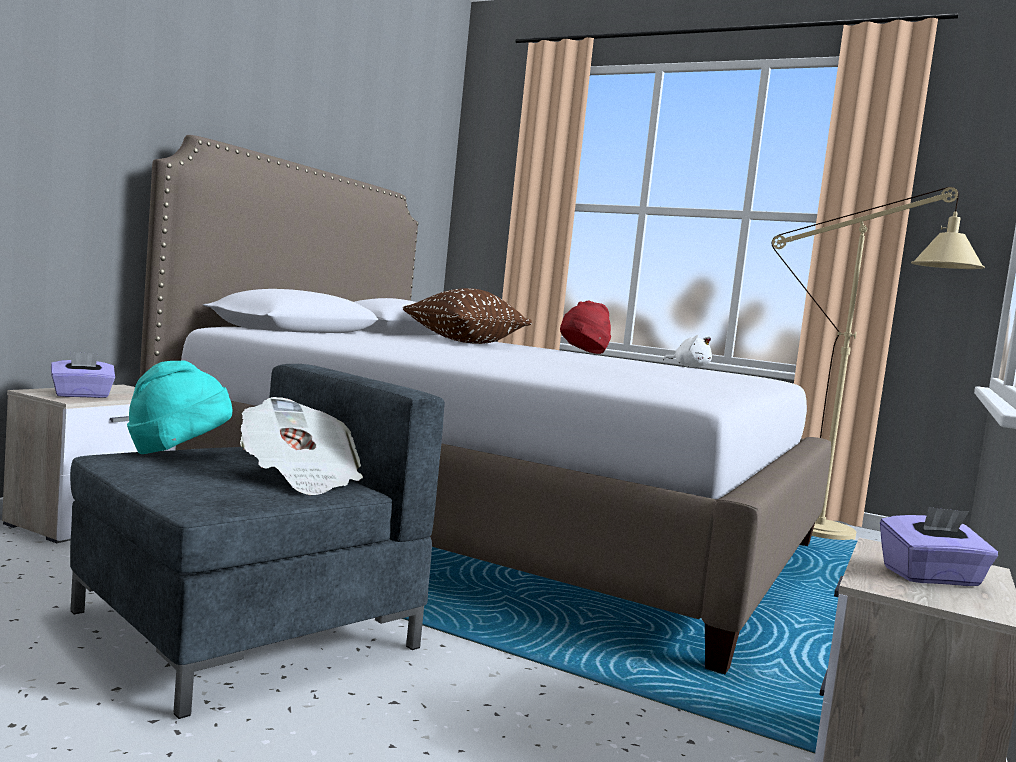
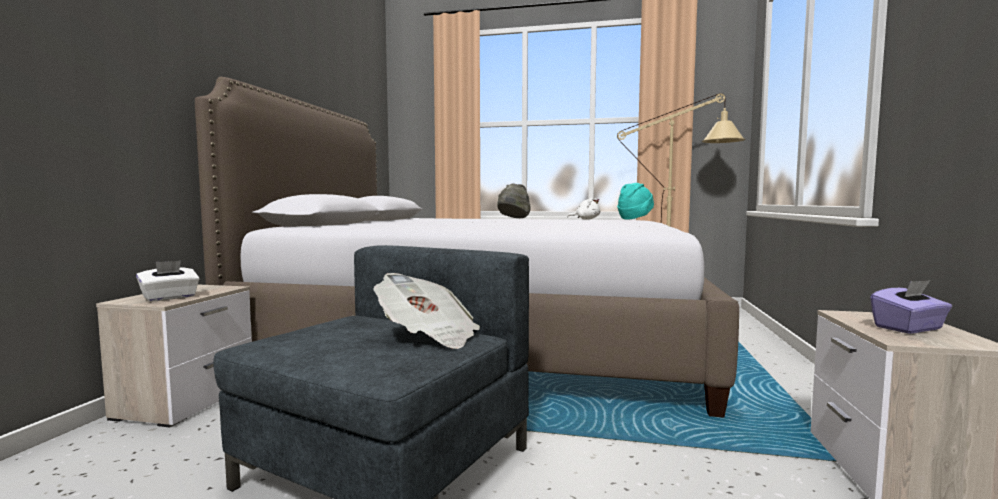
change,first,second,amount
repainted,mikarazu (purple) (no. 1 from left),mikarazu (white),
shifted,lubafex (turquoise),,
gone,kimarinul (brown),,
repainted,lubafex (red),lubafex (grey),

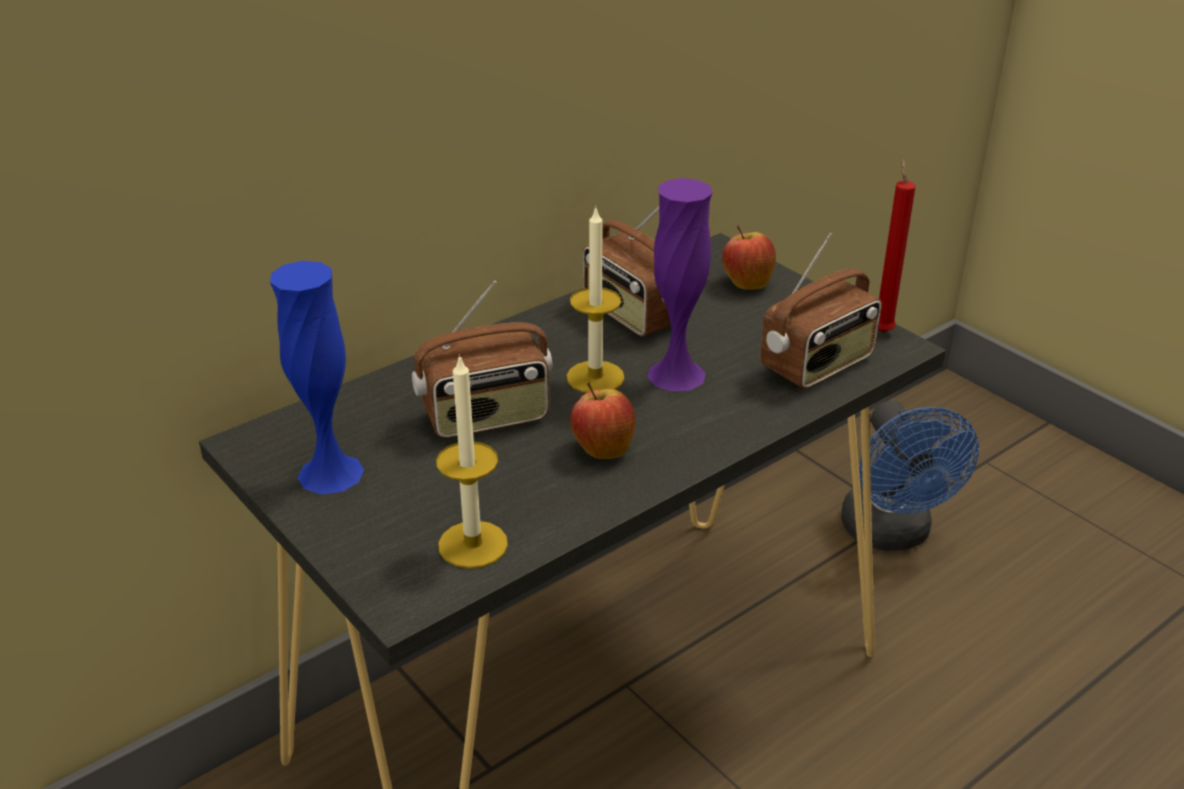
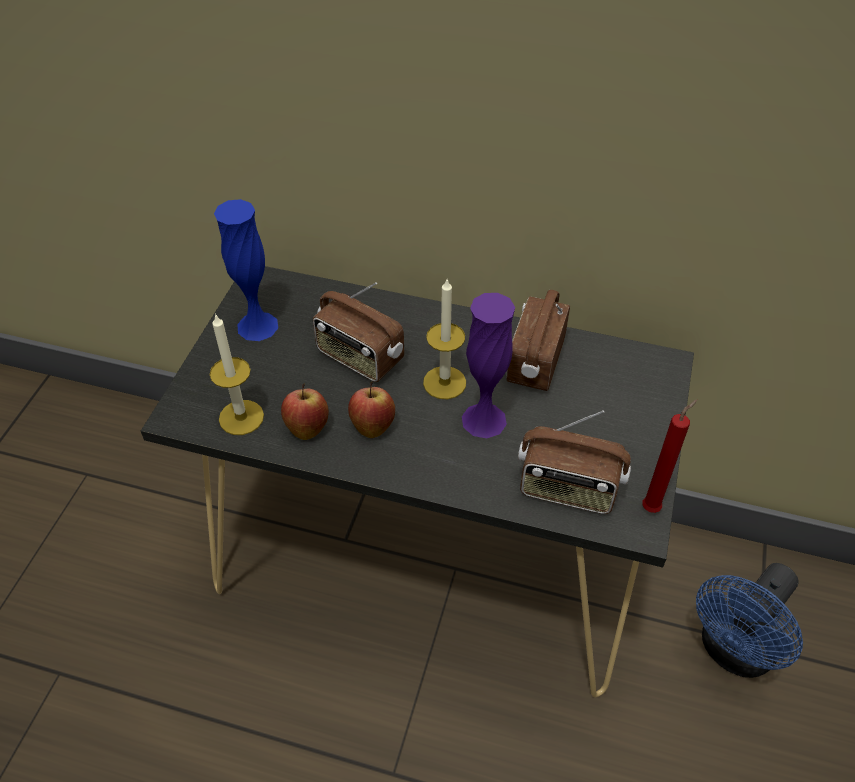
change,first,second,amount
shifted,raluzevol (no. 2 from left in the first image),raluzevol (no. 1 from left),

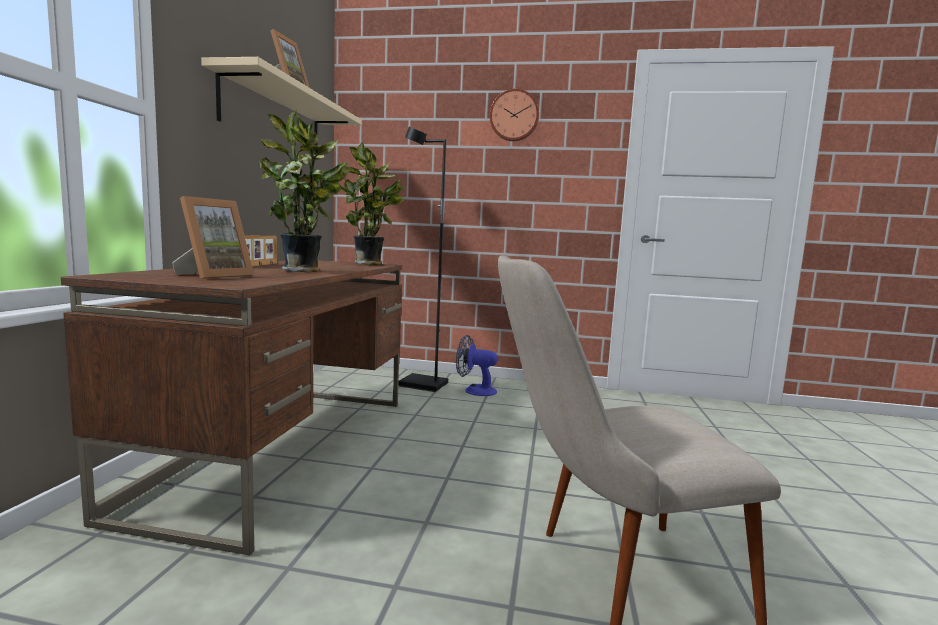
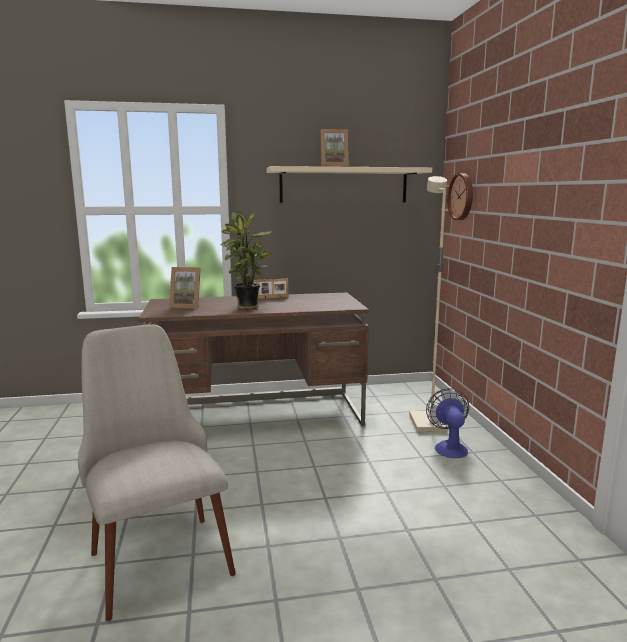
change,first,second,amount
gone,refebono (no. 2 from left),,
repainted,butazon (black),butazon (beige),
shifted,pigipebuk,,

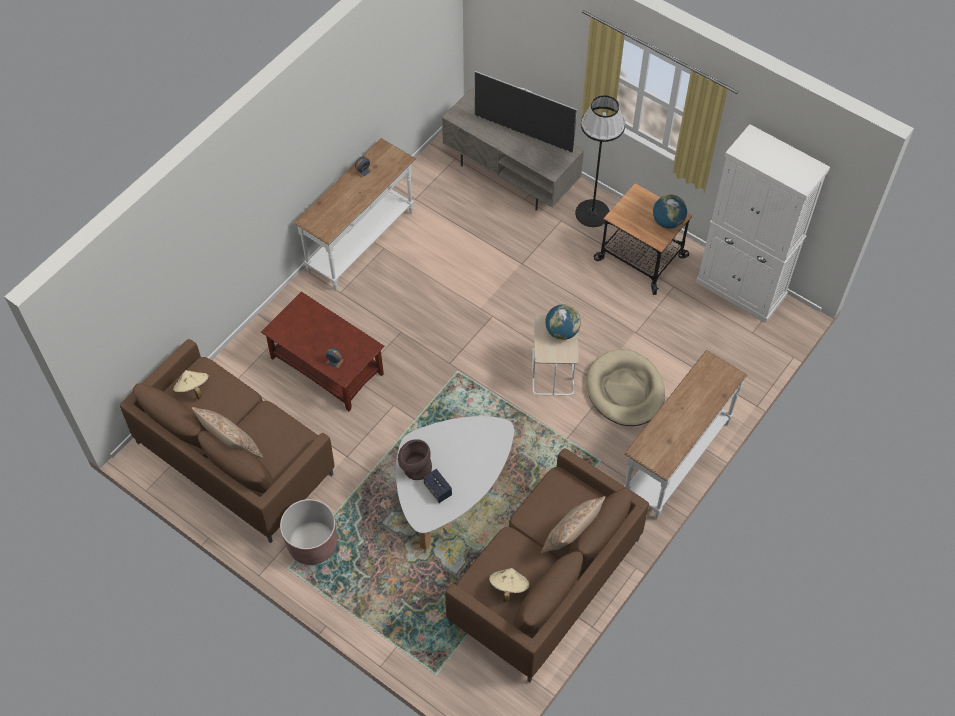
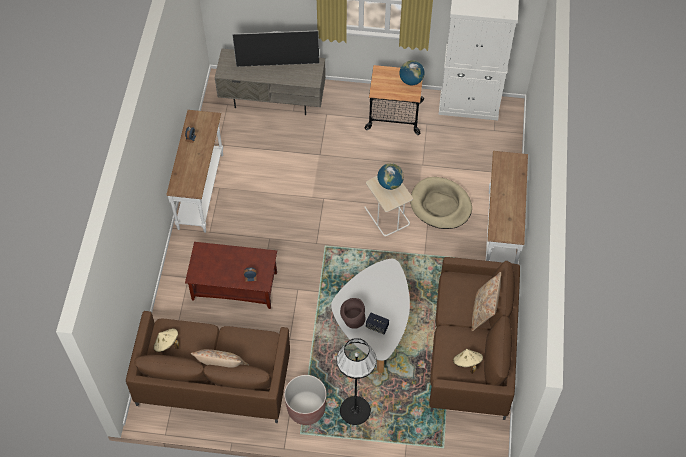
change,first,second,amount
shifted,butazon (black),,

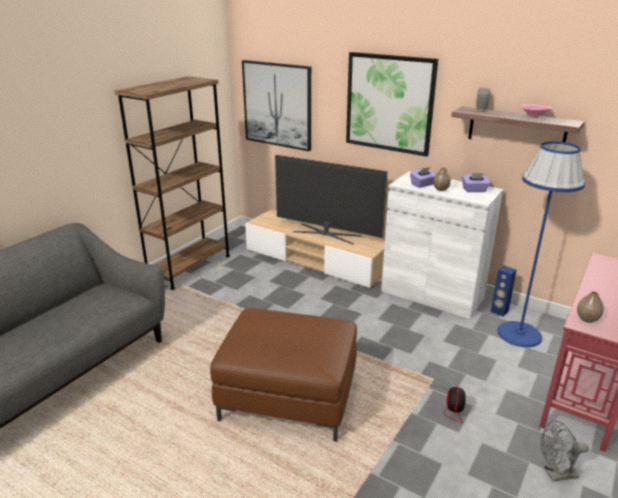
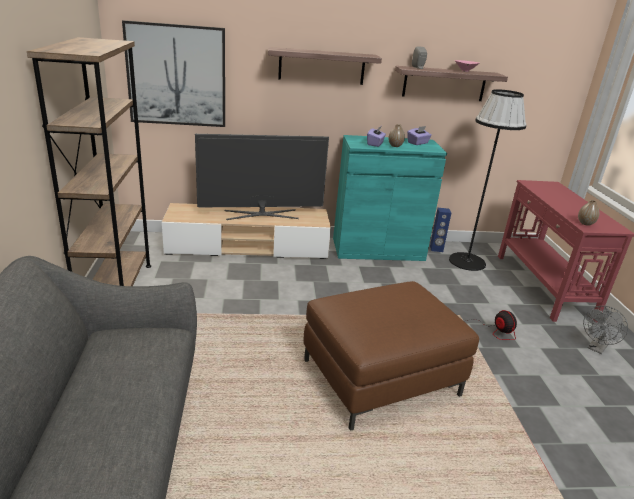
change,first,second,amount
swapped,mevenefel (no. 2 from left),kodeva (no. 1 from left),
repainted,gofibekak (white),gofibekak (turquoise),
repainted,butazon (blue),butazon (black),

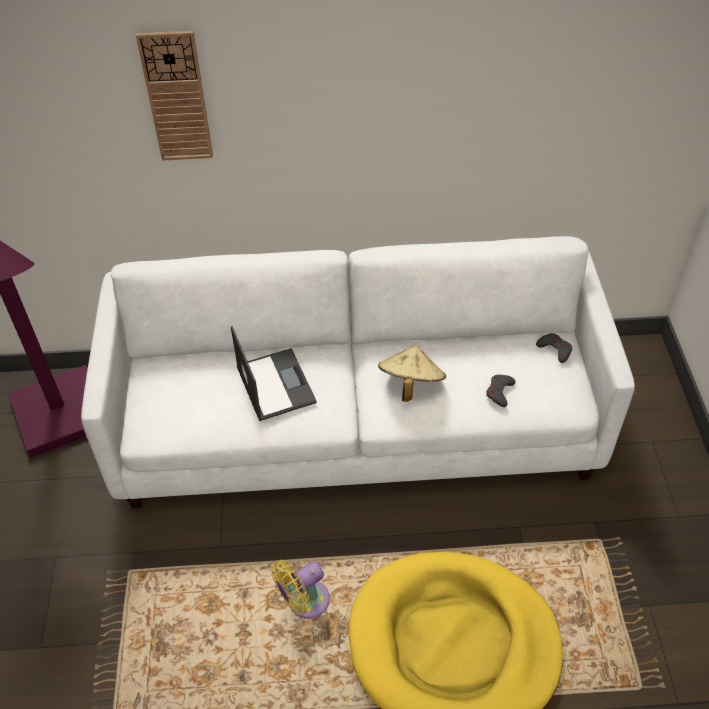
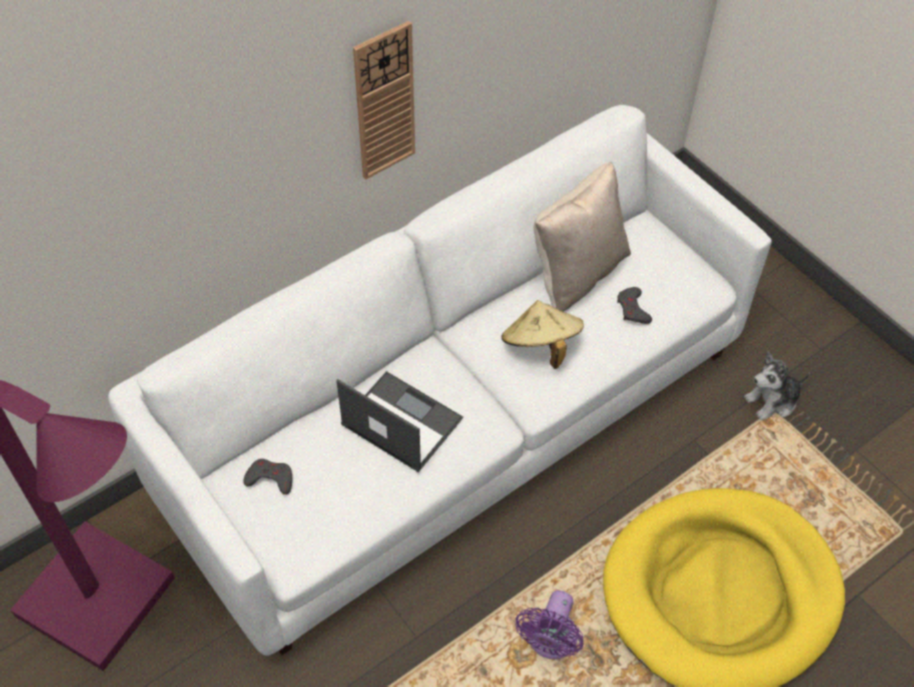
change,first,second,amount
shifted,pigipebuk,,
repainted,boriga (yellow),boriga (purple),
shifted,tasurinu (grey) (no. 2 from left in the first image),tasurinu (grey) (no. 1 from left),
new,,kimarinul (beige),
new,,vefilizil,

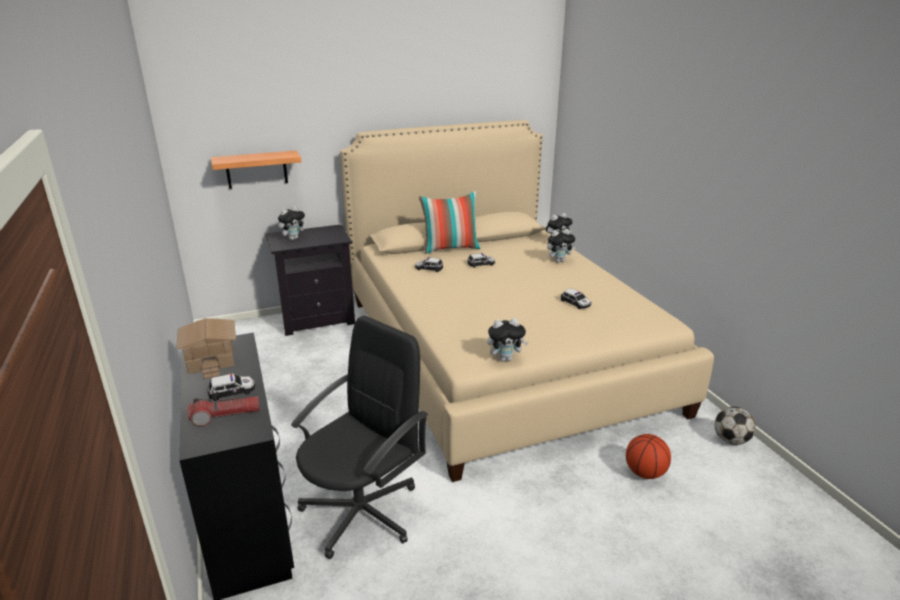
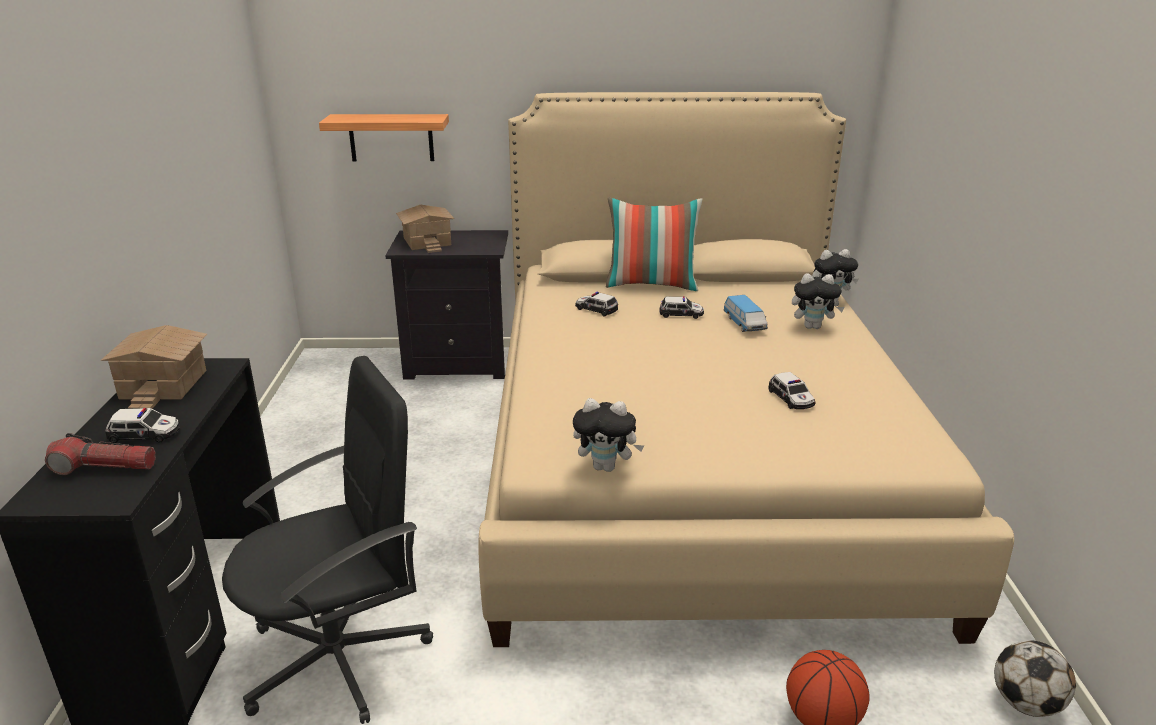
change,first,second,amount
swapped,vefilizil (no. 1 from left),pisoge (no. 2 from left),
new,,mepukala (no. 4 from left),

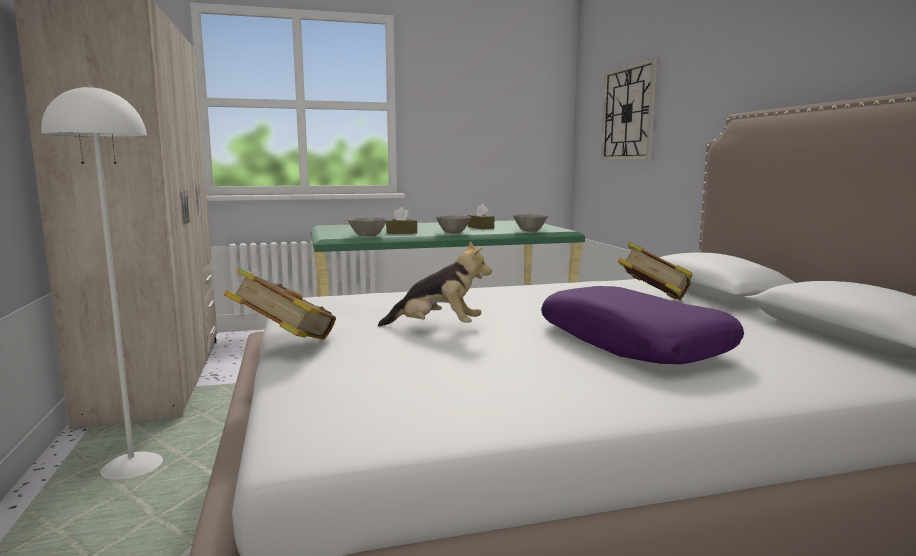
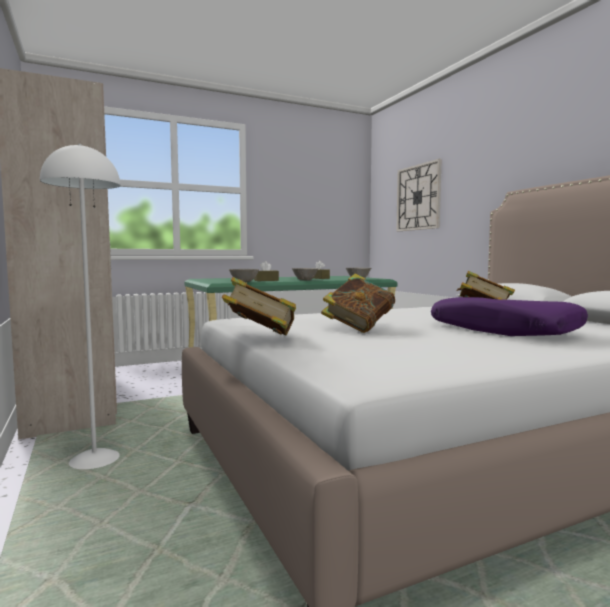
change,first,second,amount
swapped,vefilizil,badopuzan (no. 2 from left),

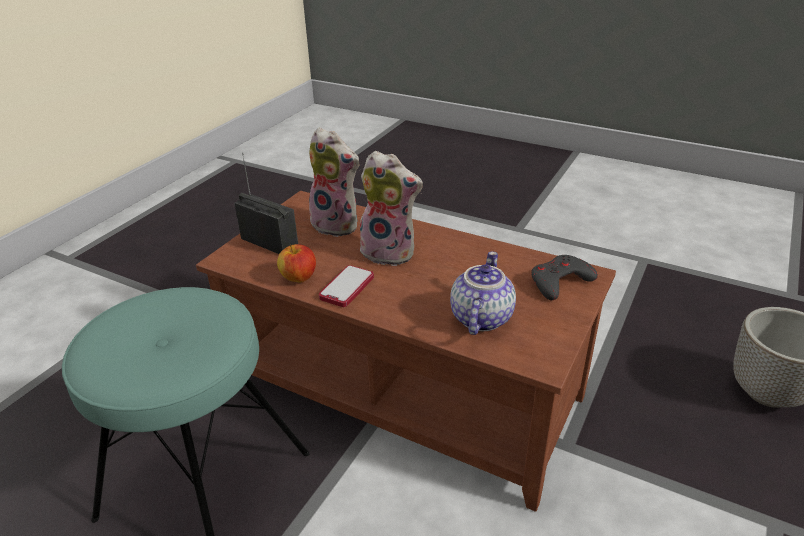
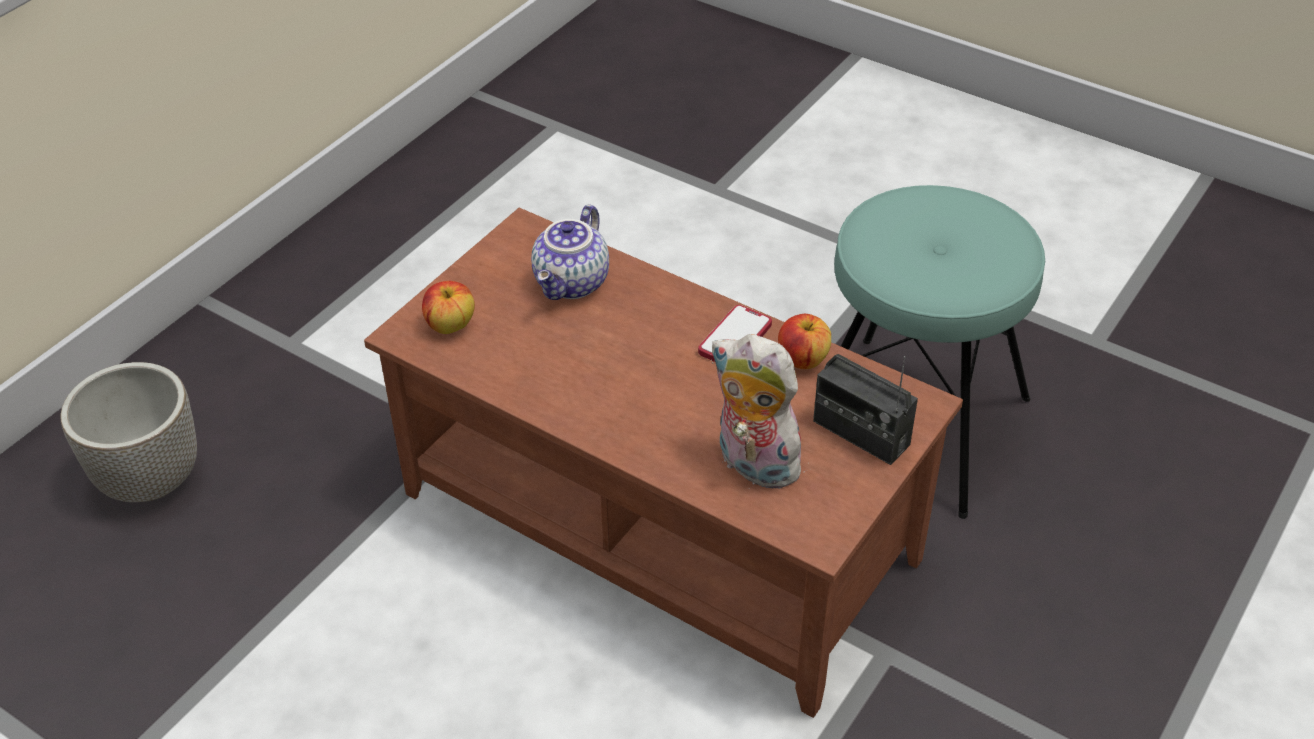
change,first,second,amount
gone,vefilizil (no. 2 from left),,
swapped,tasurinu (grey),raluzevol (no. 1 from left),

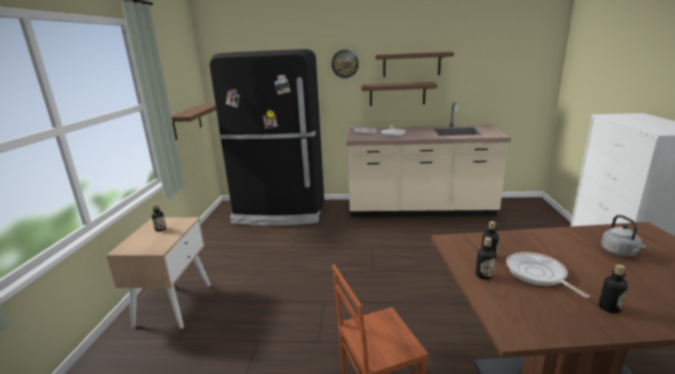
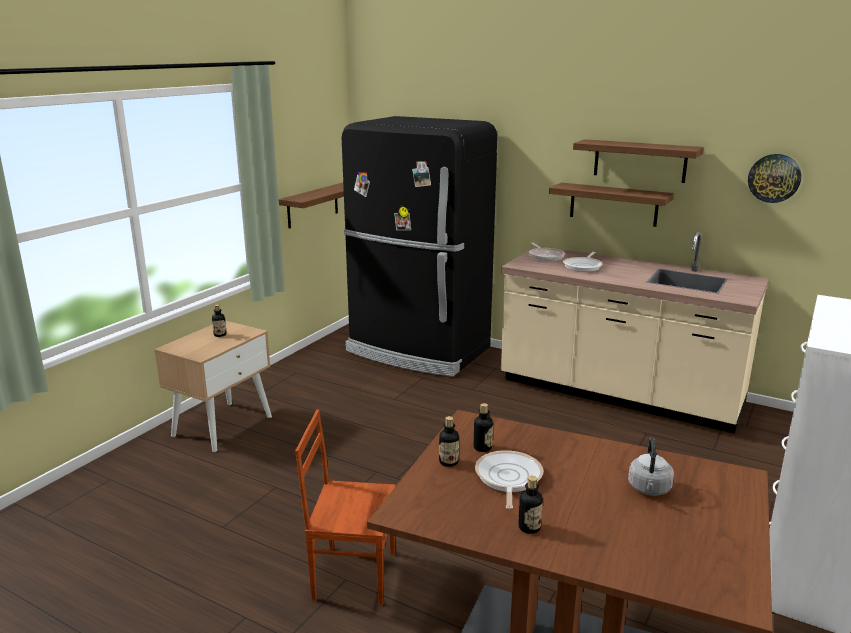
change,first,second,amount
shifted,pigipebuk,,

